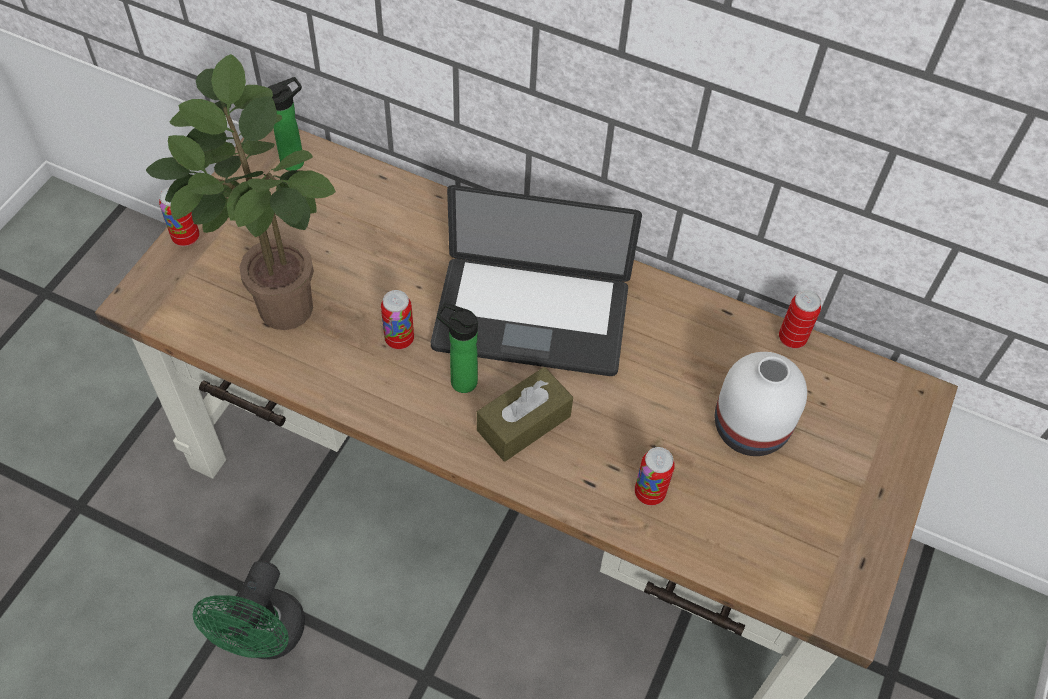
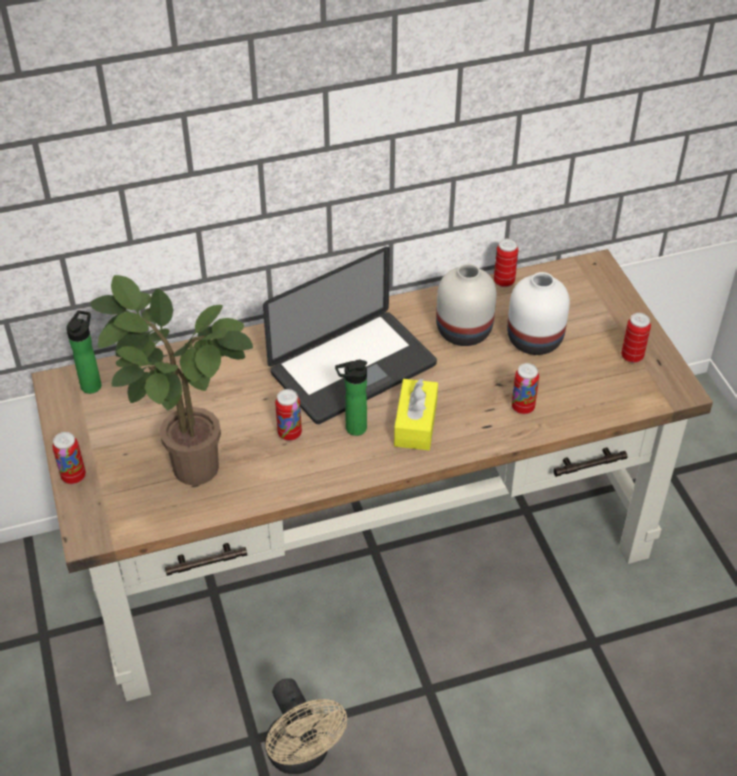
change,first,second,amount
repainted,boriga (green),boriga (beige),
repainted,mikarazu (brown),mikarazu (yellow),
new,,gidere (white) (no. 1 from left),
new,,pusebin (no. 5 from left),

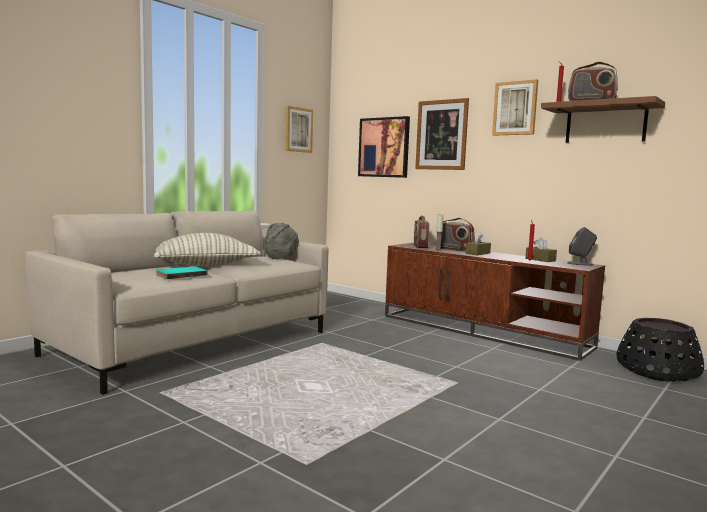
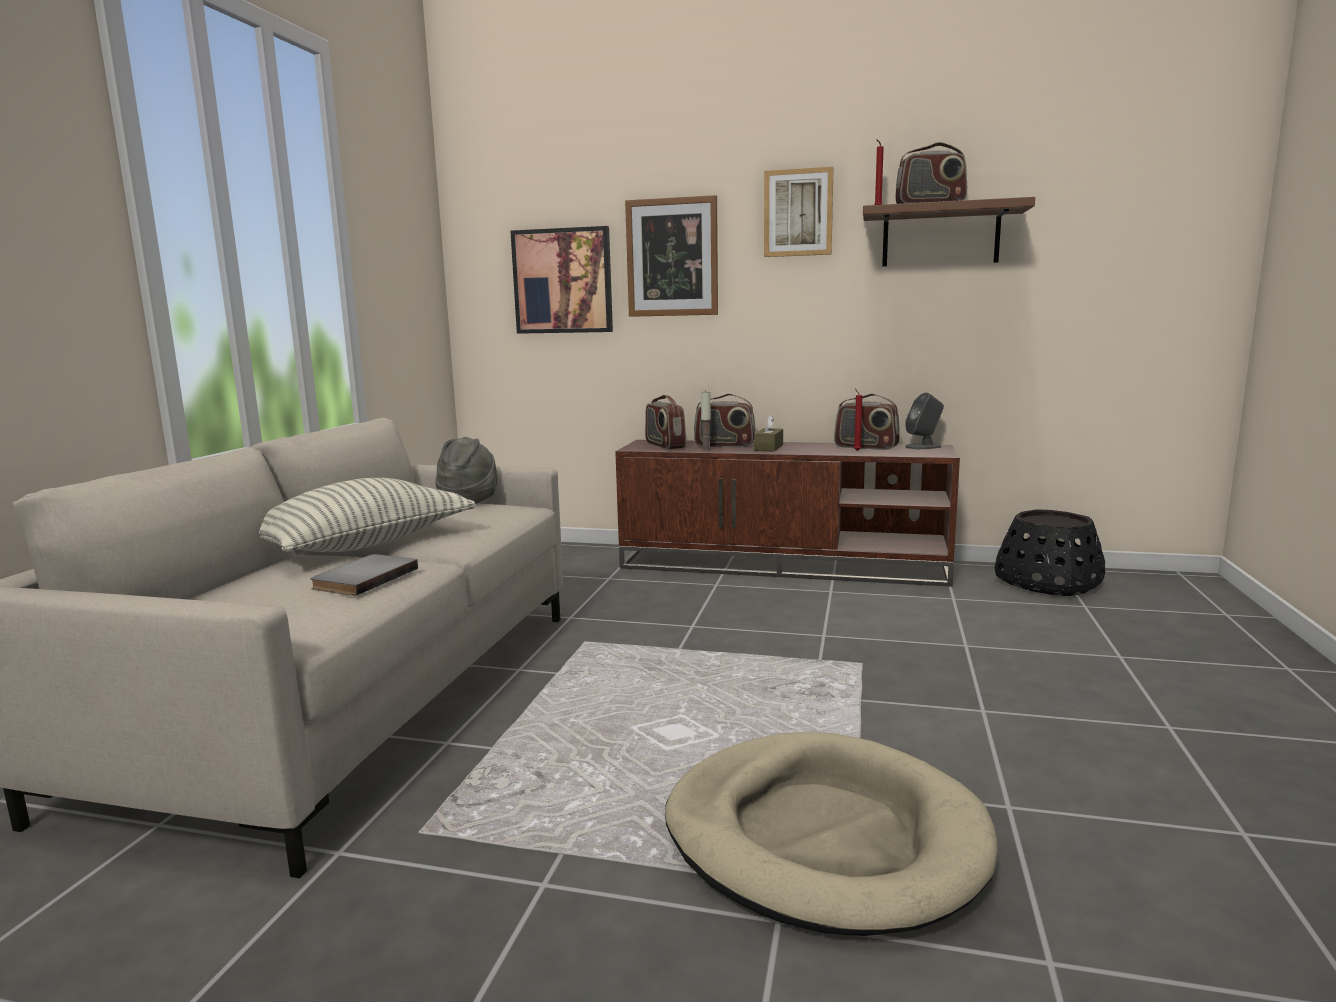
change,first,second,amount
repainted,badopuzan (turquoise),badopuzan (grey),
gone,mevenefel (no. 1 from left),,
swapped,mikarazu (brown) (no. 2 from left),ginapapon (no. 3 from left),
new,,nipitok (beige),

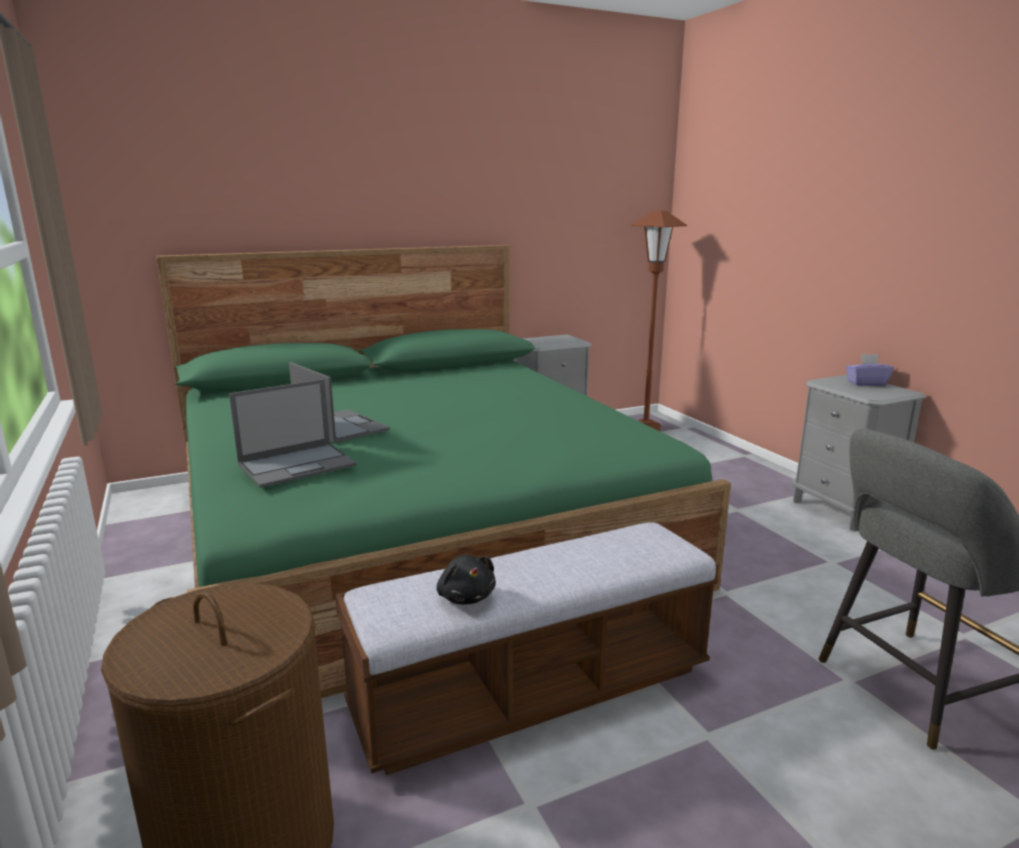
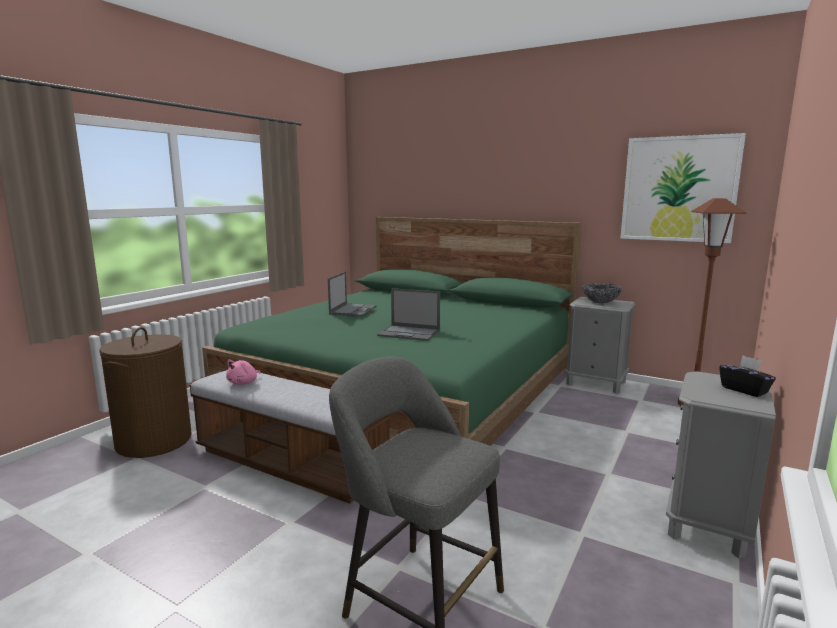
change,first,second,amount
shifted,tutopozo (no. 1 from left in the first image),tutopozo (no. 2 from left),
repainted,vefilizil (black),vefilizil (pink),
repainted,mikarazu (purple),mikarazu (black),
new,,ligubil,
new,,mevenefel,

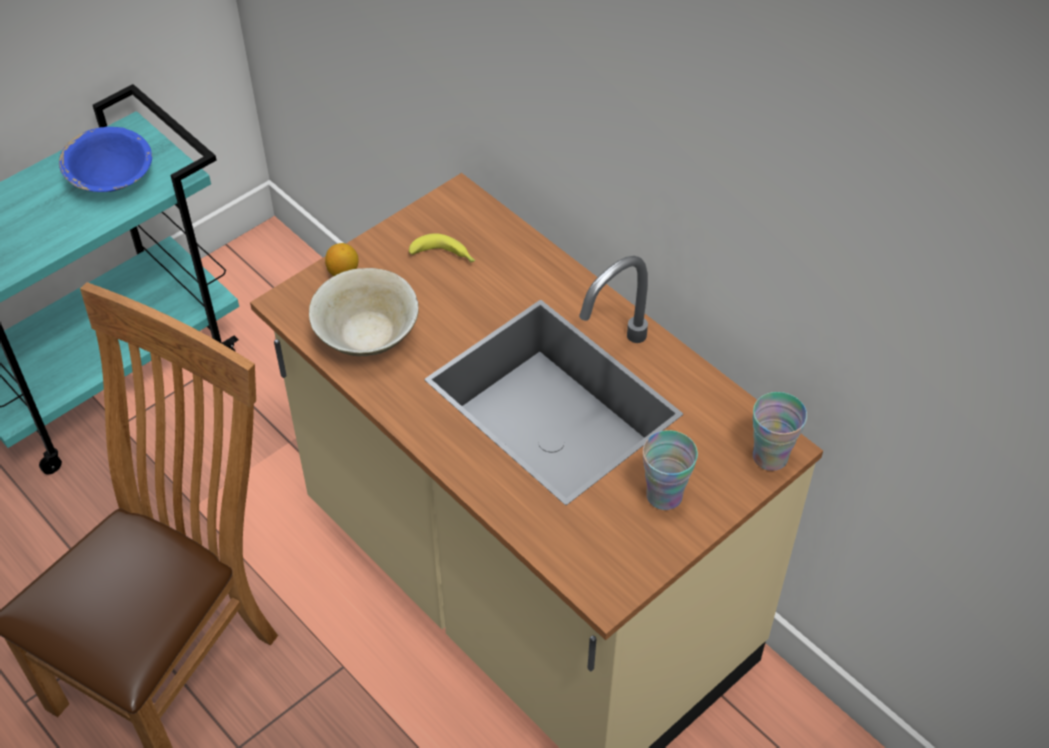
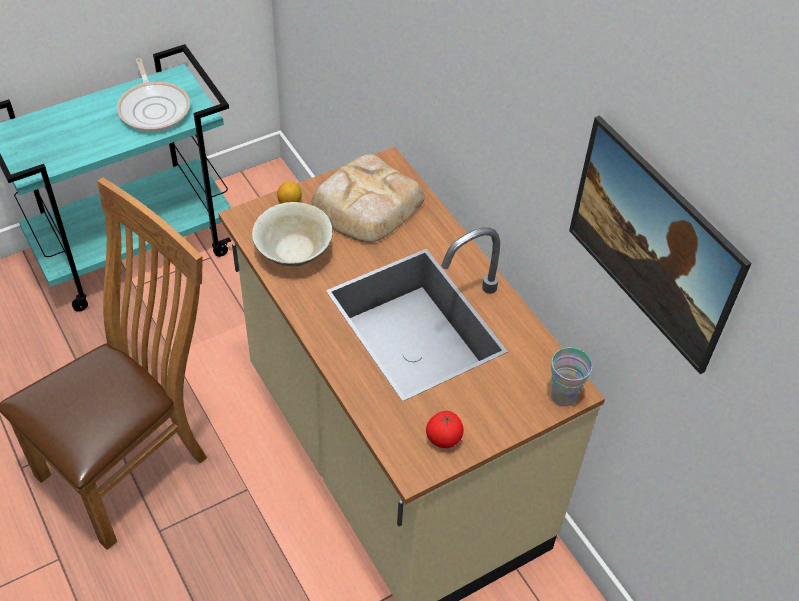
change,first,second,amount
swapped,ligubil (blue),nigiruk,
swapped,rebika,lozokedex,
gone,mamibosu (no. 1 from left),,
new,,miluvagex,
new,,mevenefel,

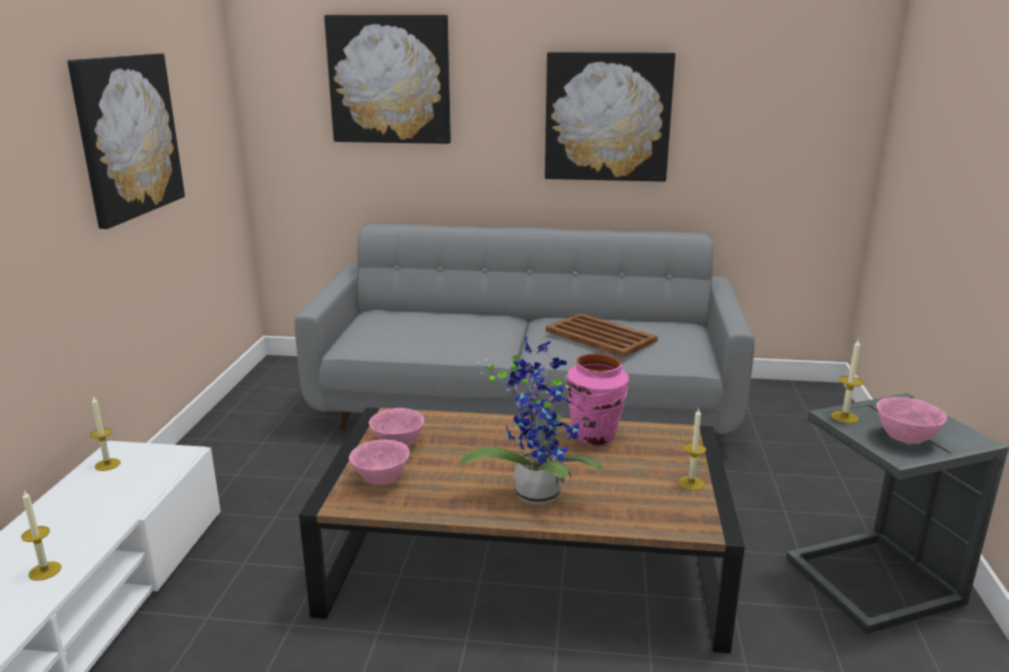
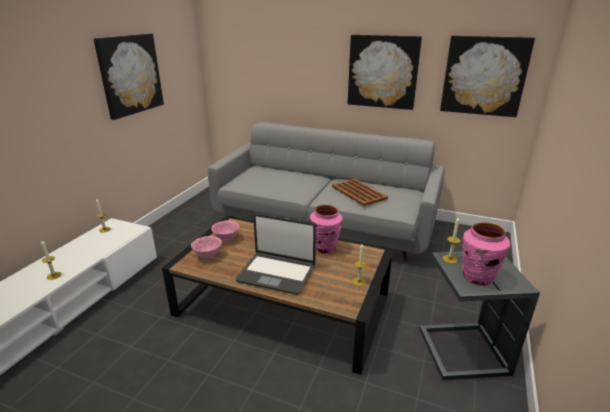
change,first,second,amount
shifted,mevenefel (no. 2 from left in the first image),mevenefel (no. 3 from left),
swapped,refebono,tutopozo,
swapped,ligubil (pink) (no. 3 from left),gidere (pink) (no. 2 from left),

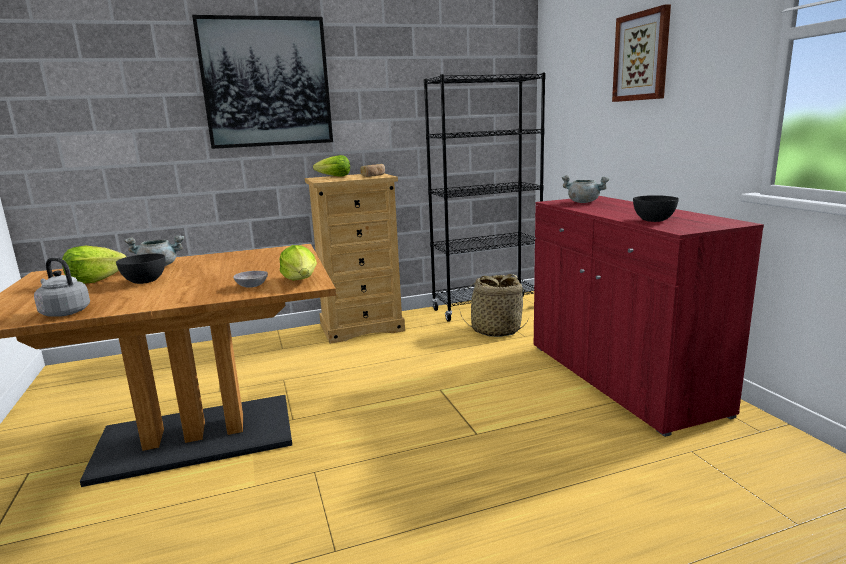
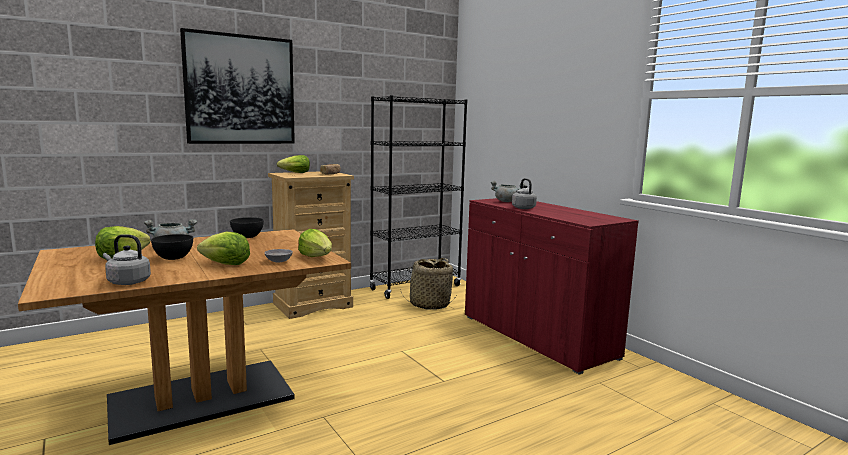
change,first,second,amount
gone,mevenefel (no. 2 from left),,
shifted,ligubil (grey) (no. 3 from left in the first image),ligubil (grey) (no. 2 from left),
new,,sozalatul (no. 2 from left),
new,,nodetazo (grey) (no. 2 from left),

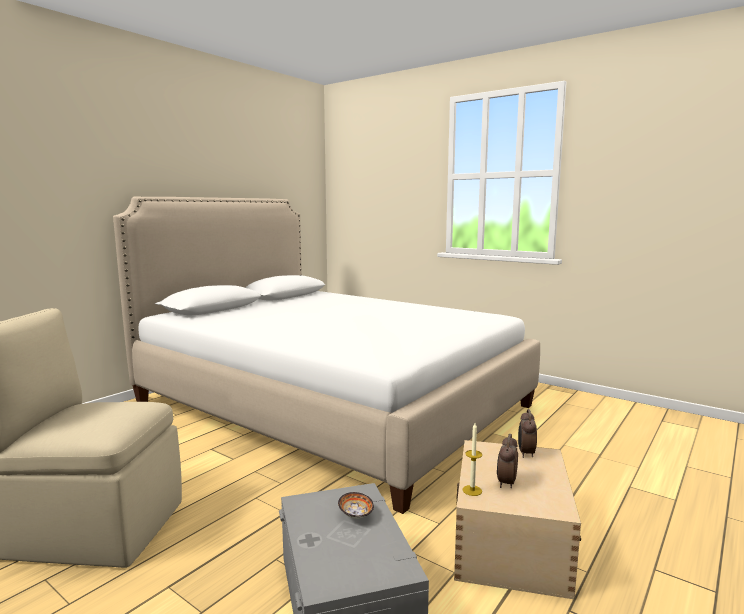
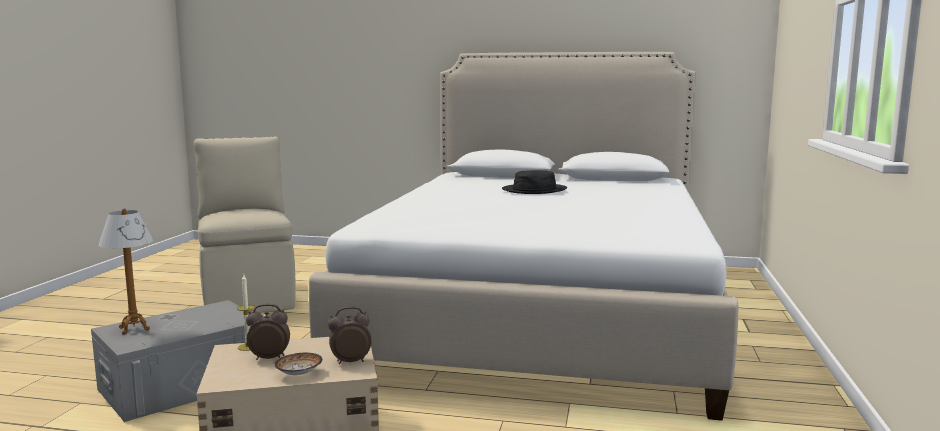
change,first,second,amount
shifted,ligubil,,
new,,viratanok,
new,,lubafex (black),

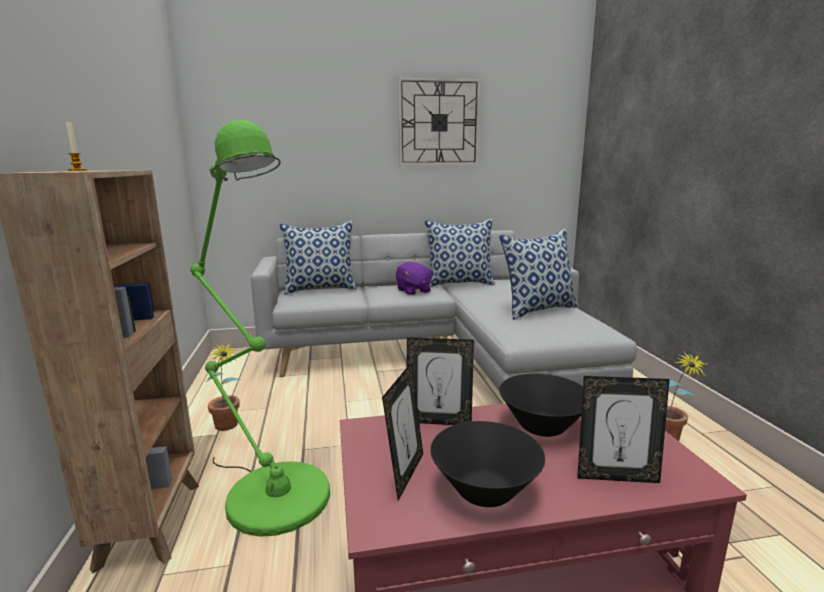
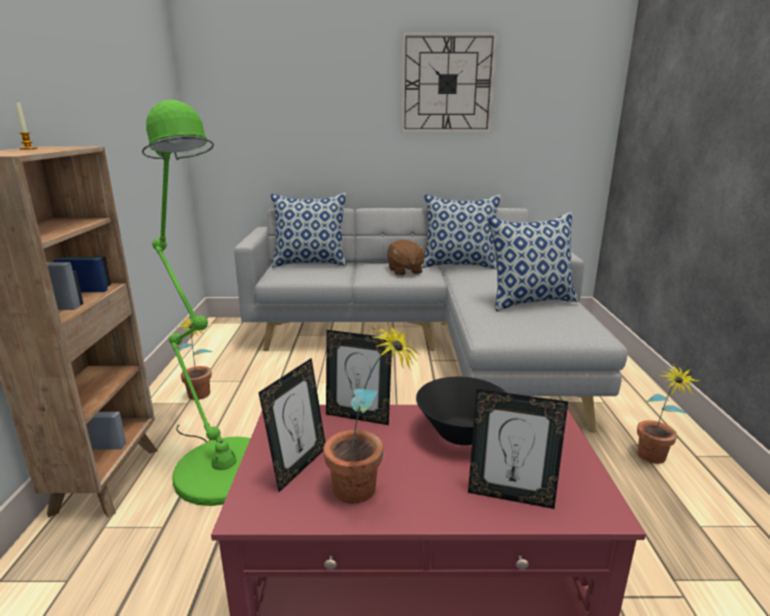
change,first,second,amount
repainted,vefilizil (purple),vefilizil (brown),
swapped,ligubil (black) (no. 1 from left),refebono (no. 2 from left),

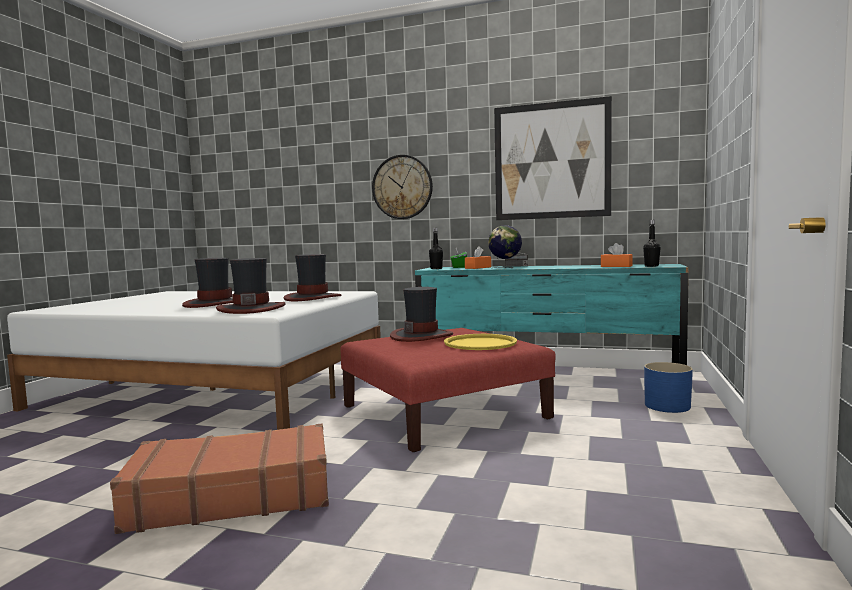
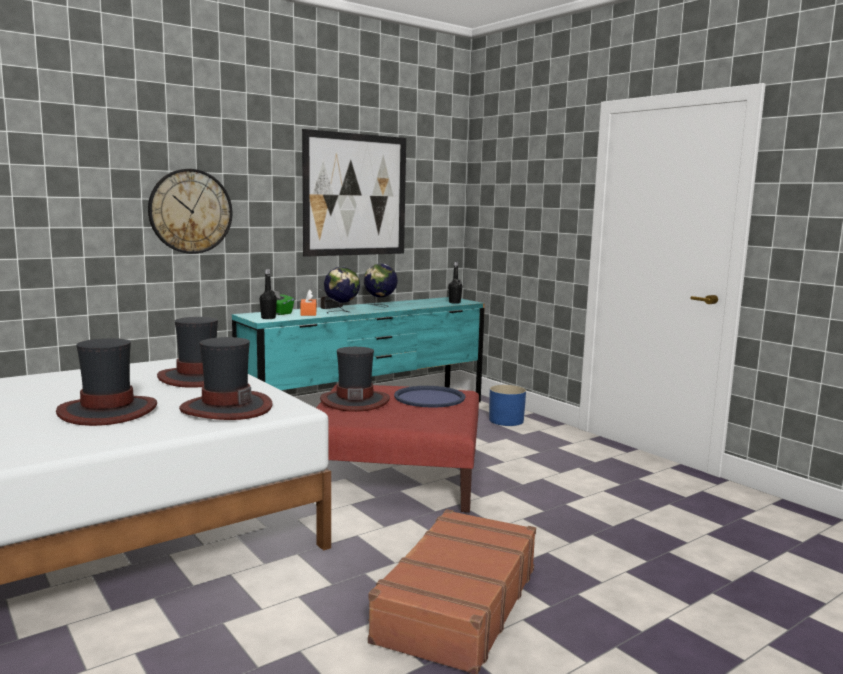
change,first,second,amount
repainted,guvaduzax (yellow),guvaduzax (blue),
gone,mikarazu (orange) (no. 2 from left),,
new,,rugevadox (no. 2 from left),

